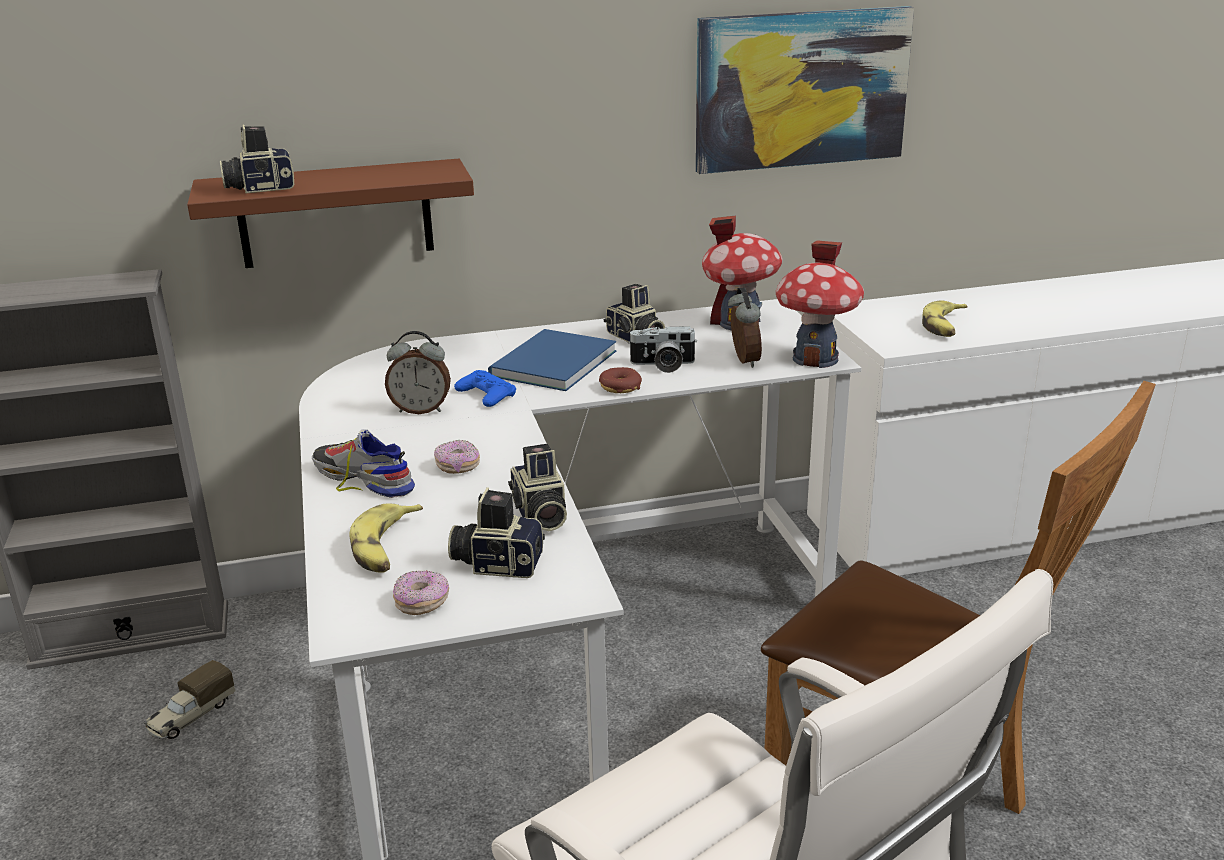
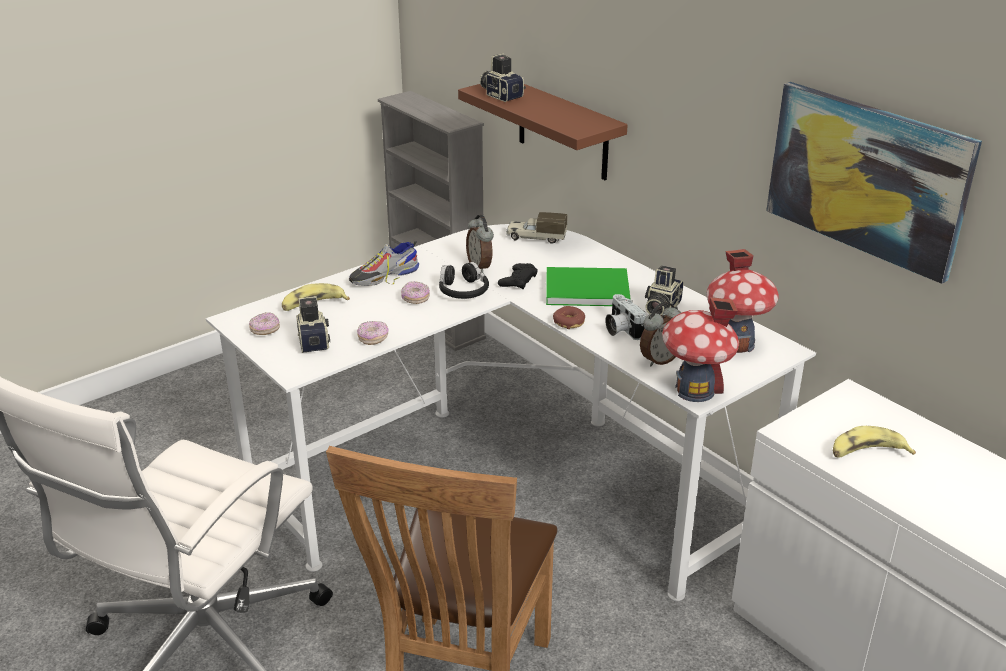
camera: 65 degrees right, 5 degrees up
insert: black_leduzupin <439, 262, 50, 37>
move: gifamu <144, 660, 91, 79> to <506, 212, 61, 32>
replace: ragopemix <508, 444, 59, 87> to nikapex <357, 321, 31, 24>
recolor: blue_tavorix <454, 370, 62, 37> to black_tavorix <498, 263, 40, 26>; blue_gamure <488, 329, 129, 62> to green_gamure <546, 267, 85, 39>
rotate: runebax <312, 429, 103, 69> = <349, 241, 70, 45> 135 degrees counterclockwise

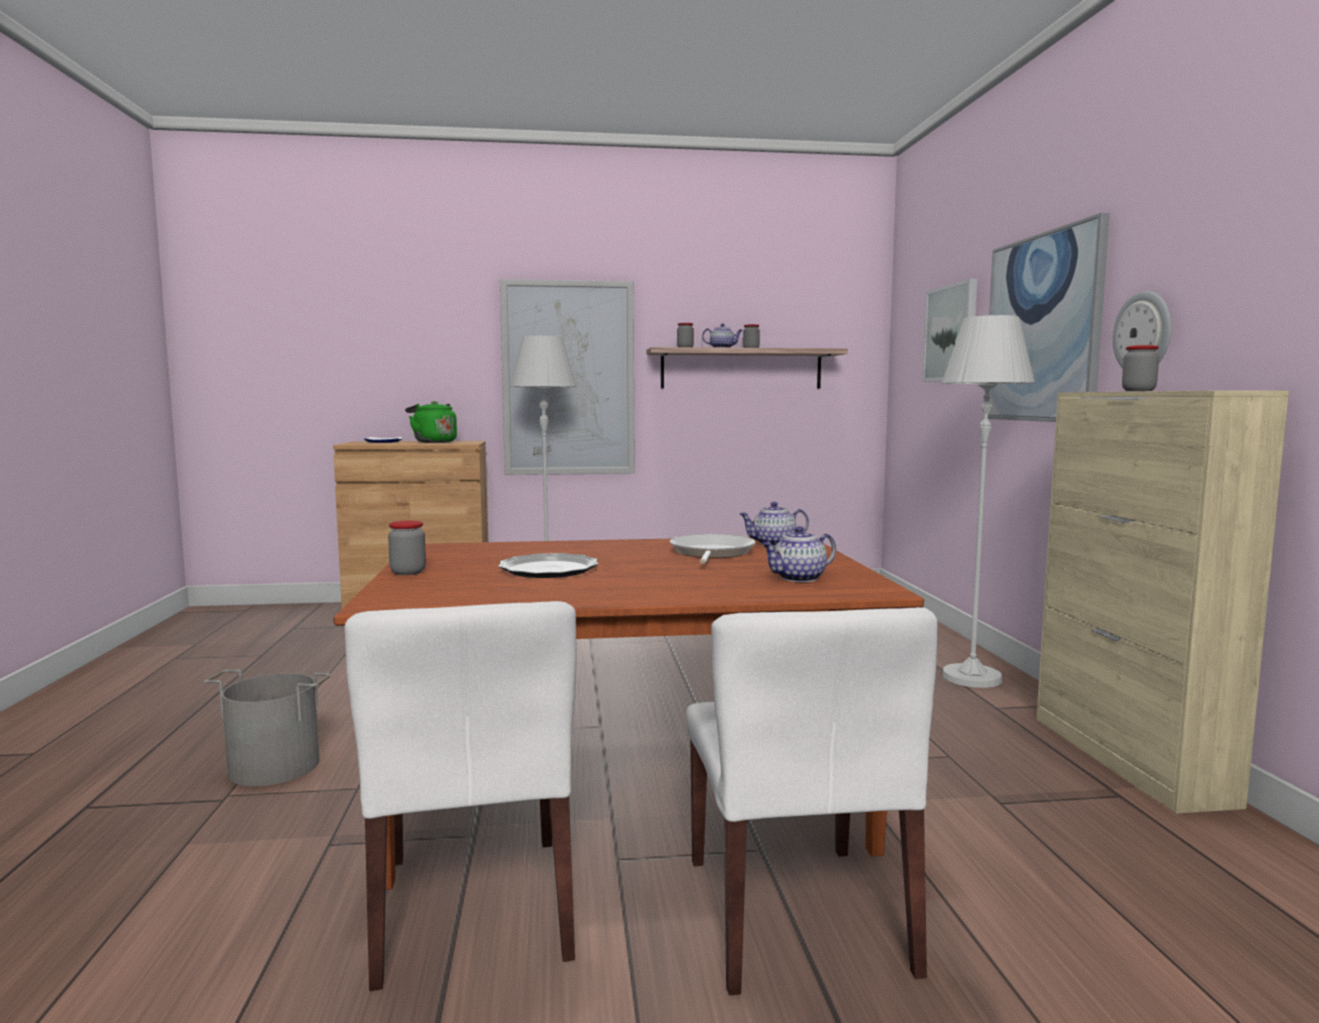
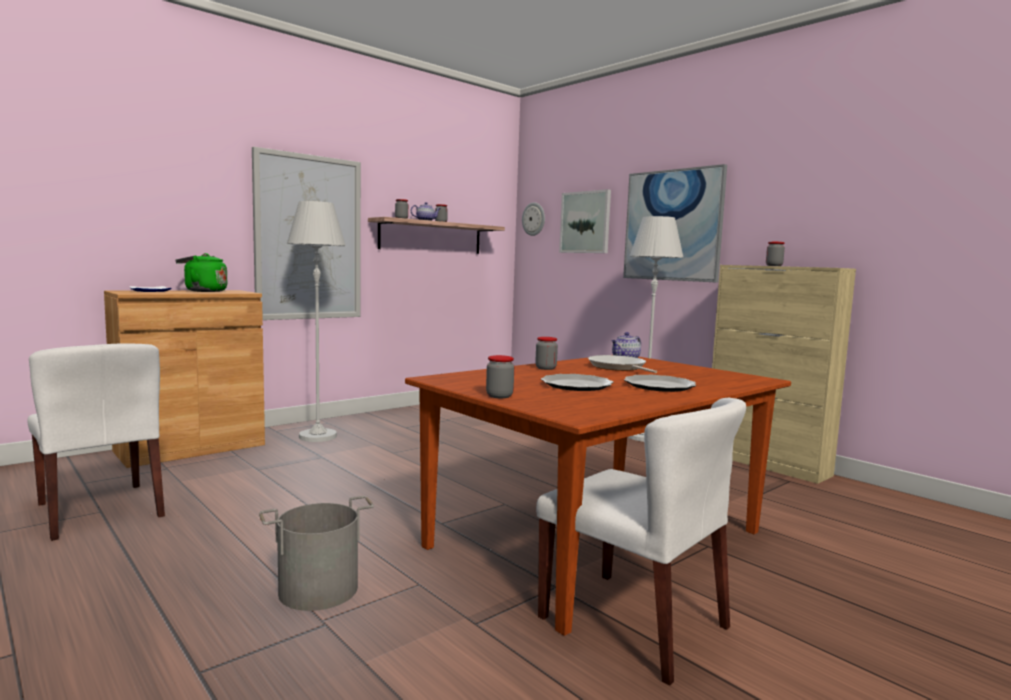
camera: 35 degrees left, 0 degrees up
delete: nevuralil <762, 526, 74, 56>
insert: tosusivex <535, 337, 23, 33>; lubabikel <624, 375, 72, 17>
move: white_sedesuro <686, 607, 251, 388> to <27, 343, 138, 198>; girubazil <1113, 291, 58, 77> to <522, 202, 23, 34>

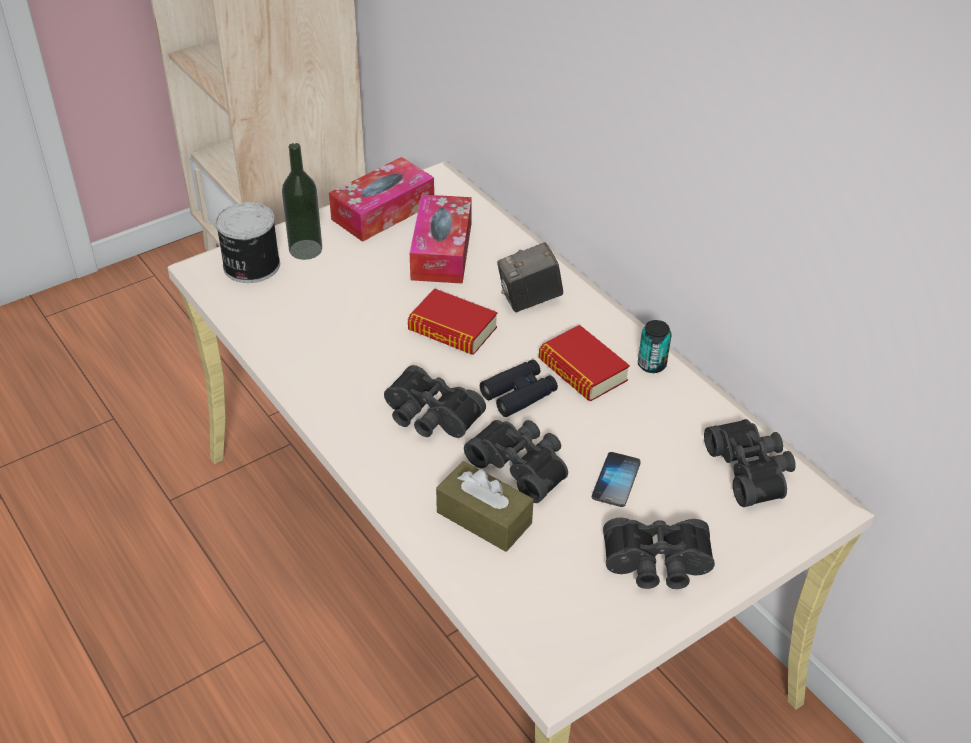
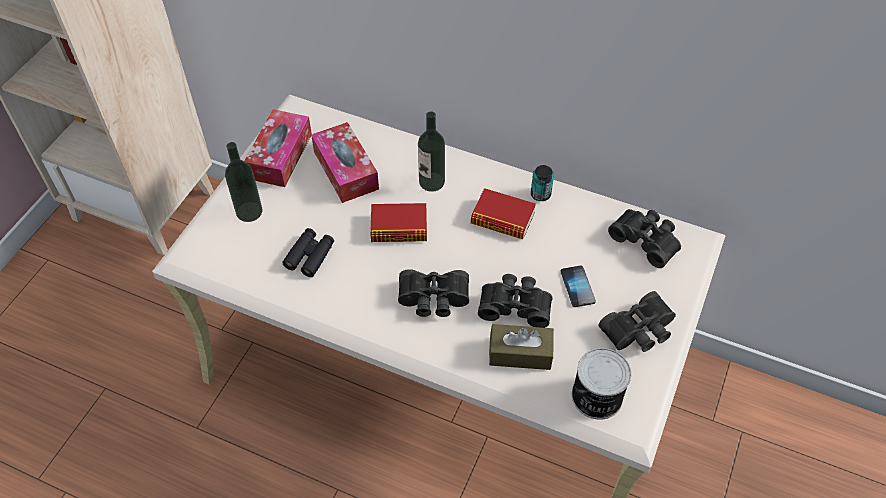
camera: 30 degrees left, 10 degrees up
move: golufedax <215, 202, 65, 81> to <572, 348, 59, 72>; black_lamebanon <480, 359, 78, 58> to <282, 228, 52, 49>
replace: ragopemix <497, 242, 66, 70> to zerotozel <418, 112, 27, 80>

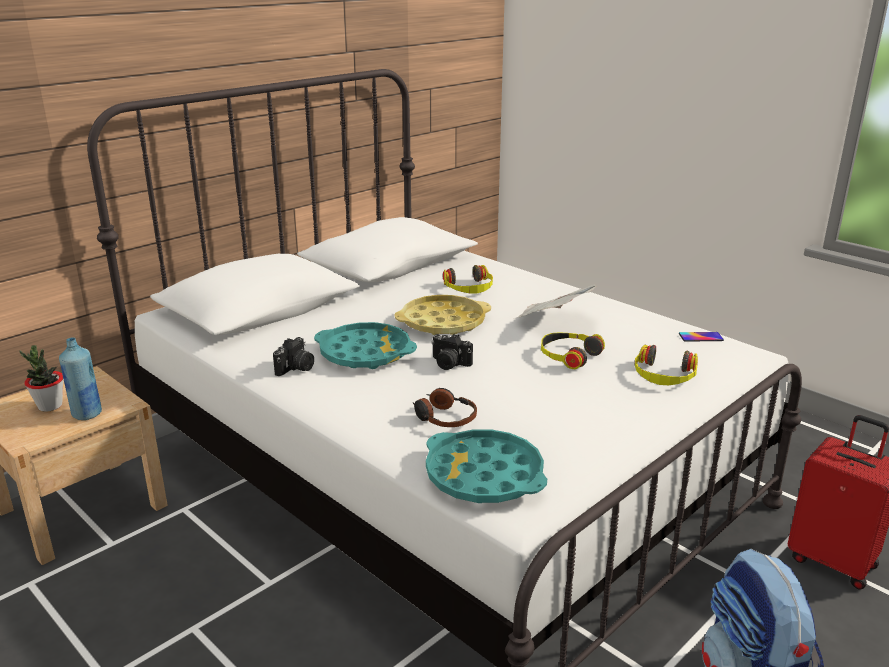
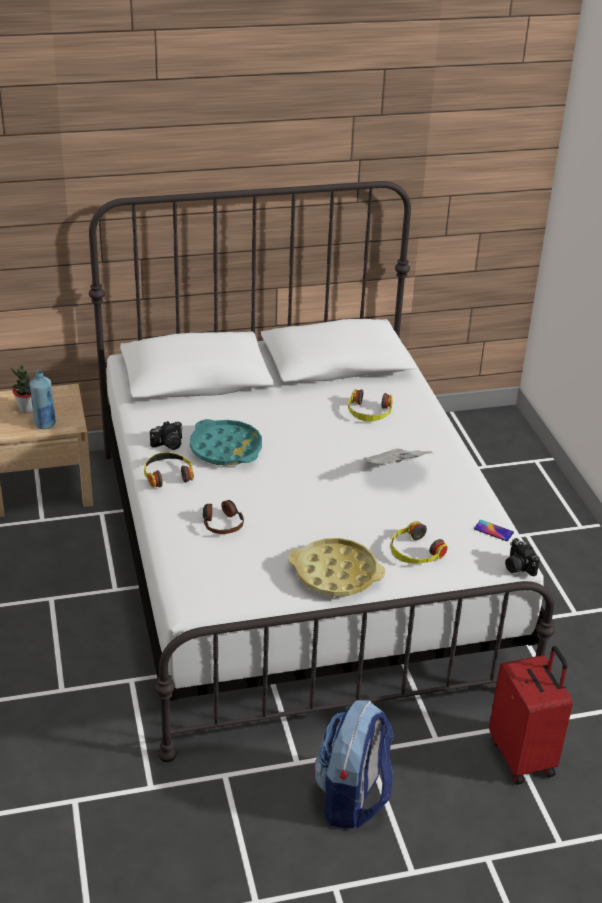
camera: 30 degrees right, 10 degrees up
delete: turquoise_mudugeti <426, 429, 121, 74>
move: yellow_mudugeti <394, 295, 97, 40> to <288, 538, 97, 58>; ragopemix <432, 334, 41, 36> to <505, 538, 35, 38>; leduzupin <541, 332, 64, 37> to <144, 452, 50, 36>

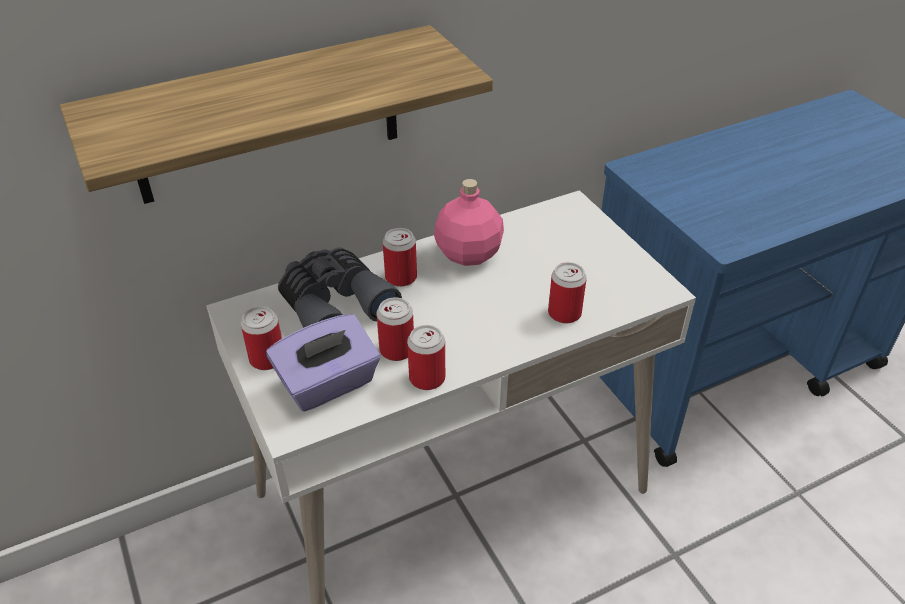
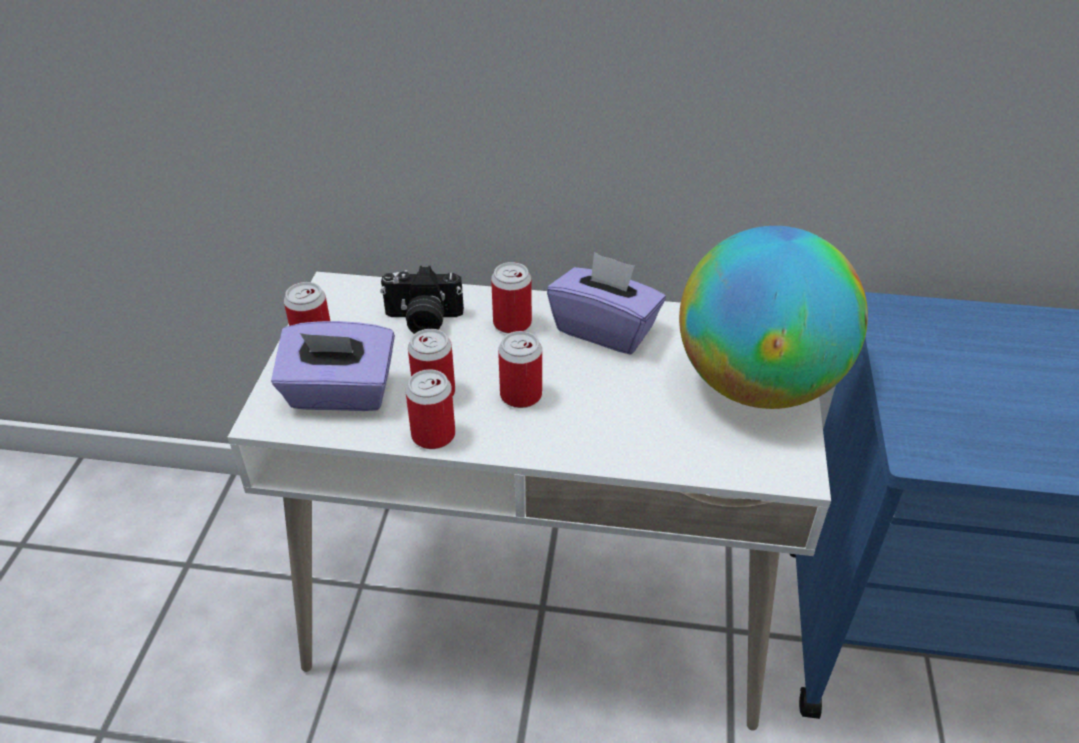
camera: 35 degrees right, 0 degrees up
delete: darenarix <60, 25, 433, 179>
insert: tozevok <679, 226, 189, 183>
move: golufedax <548, 262, 39, 62> to <498, 331, 44, 77>
replace: grey_lamebanon <278, 247, 124, 81> to ragopemix <380, 266, 84, 68>; pink_zerotozel <434, 179, 70, 87> to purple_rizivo <547, 252, 119, 102>

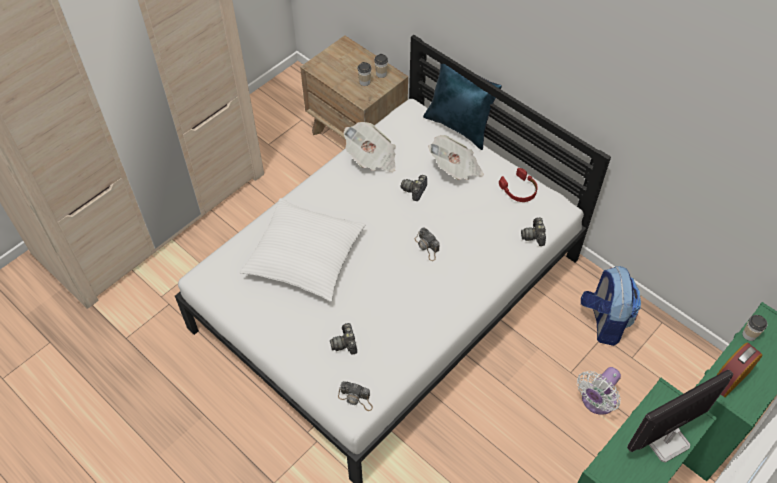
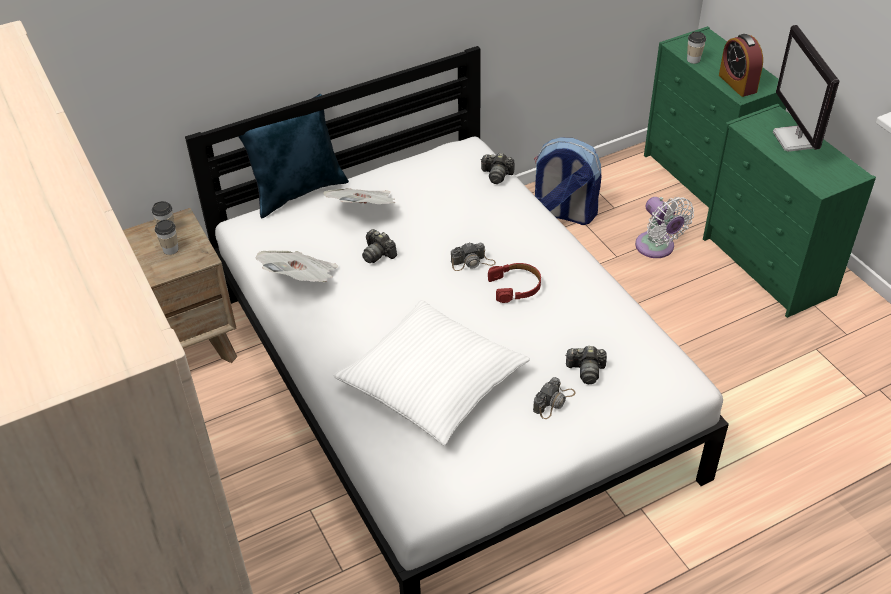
camera: 70 degrees left, 10 degrees down
move: ragopemix <338, 381, 35, 30> to <533, 377, 43, 42>; red_leduzupin <499, 168, 39, 34> to <488, 263, 53, 40>

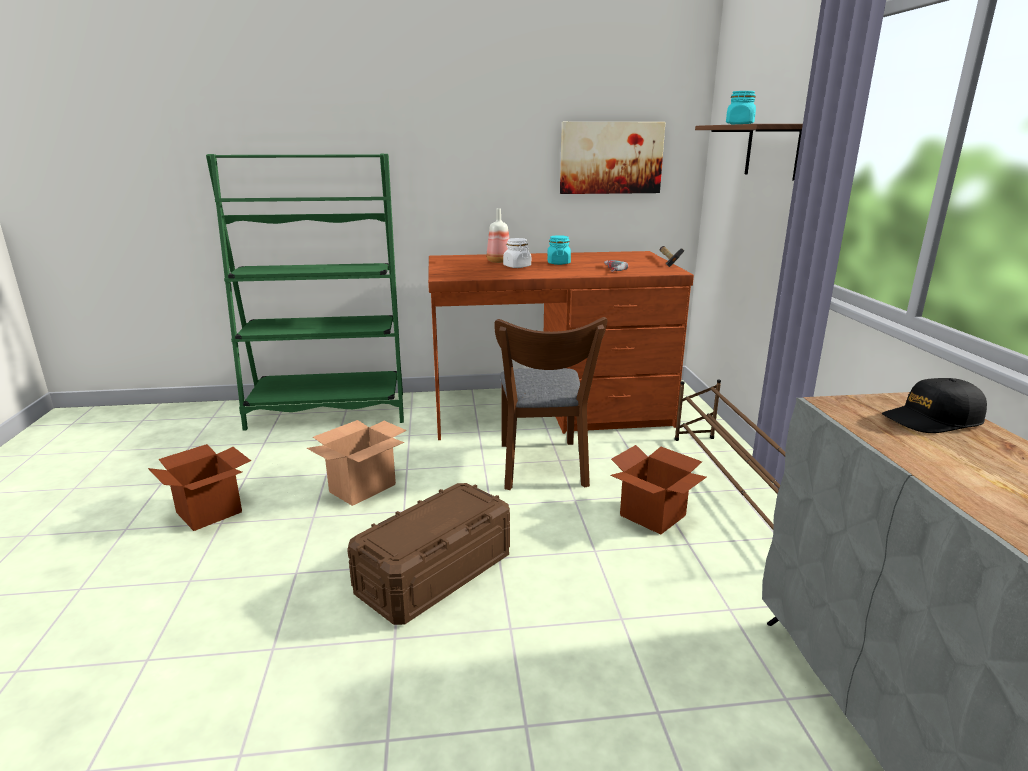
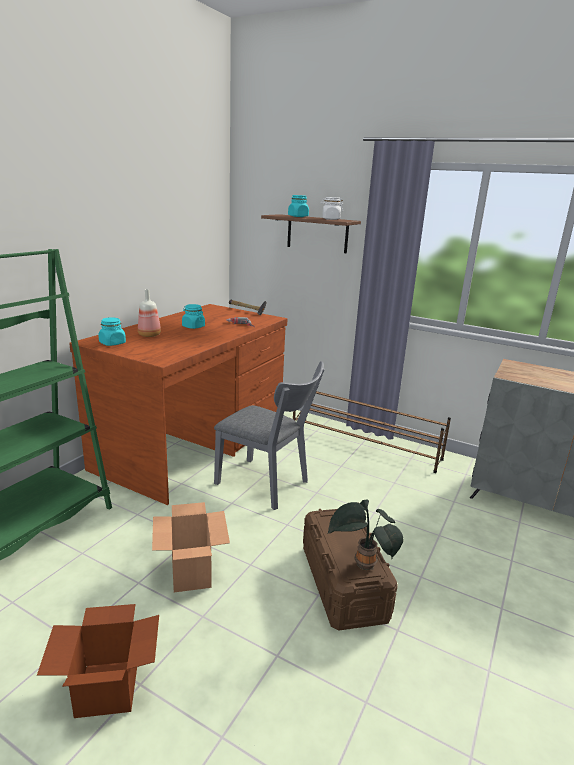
camera: 55 degrees left, 0 degrees up
delete: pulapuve <560, 122, 105, 72>; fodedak <610, 445, 97, 89>; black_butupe <882, 378, 105, 55>
insert: turquoise_tosusivex <98, 317, 28, 29>; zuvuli <328, 500, 76, 70>
move: white_tosusivex <503, 238, 28, 30> to <321, 197, 22, 23>
recolor: brown_sedesuro <494, 317, 113, 173> to grey_sedesuro <214, 361, 110, 149>

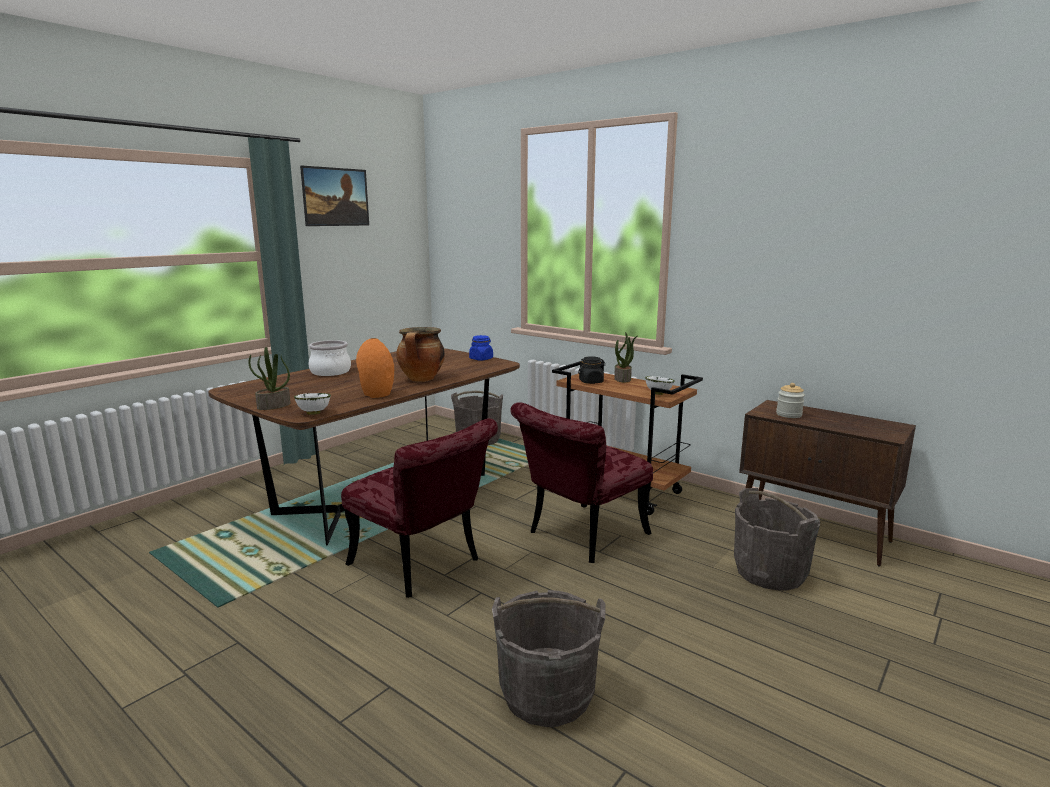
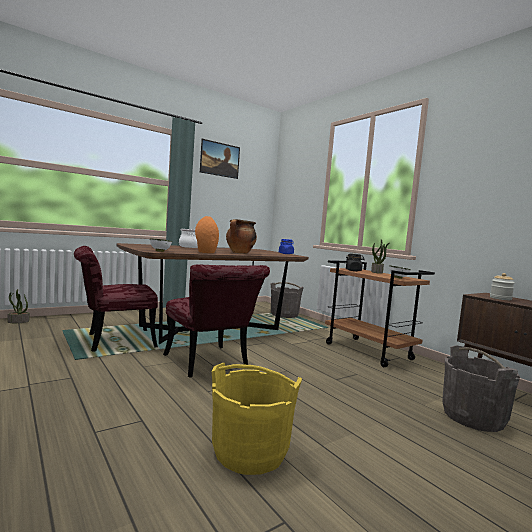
camera: 15 degrees right, 10 degrees down
move: zuvuli <248, 347, 43, 63> to <8, 289, 21, 34>; red_sedesuro <510, 402, 143, 161> to <74, 246, 84, 106>
recolor: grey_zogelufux <492, 590, 114, 137> to yellow_zogelufux <212, 363, 90, 112>

